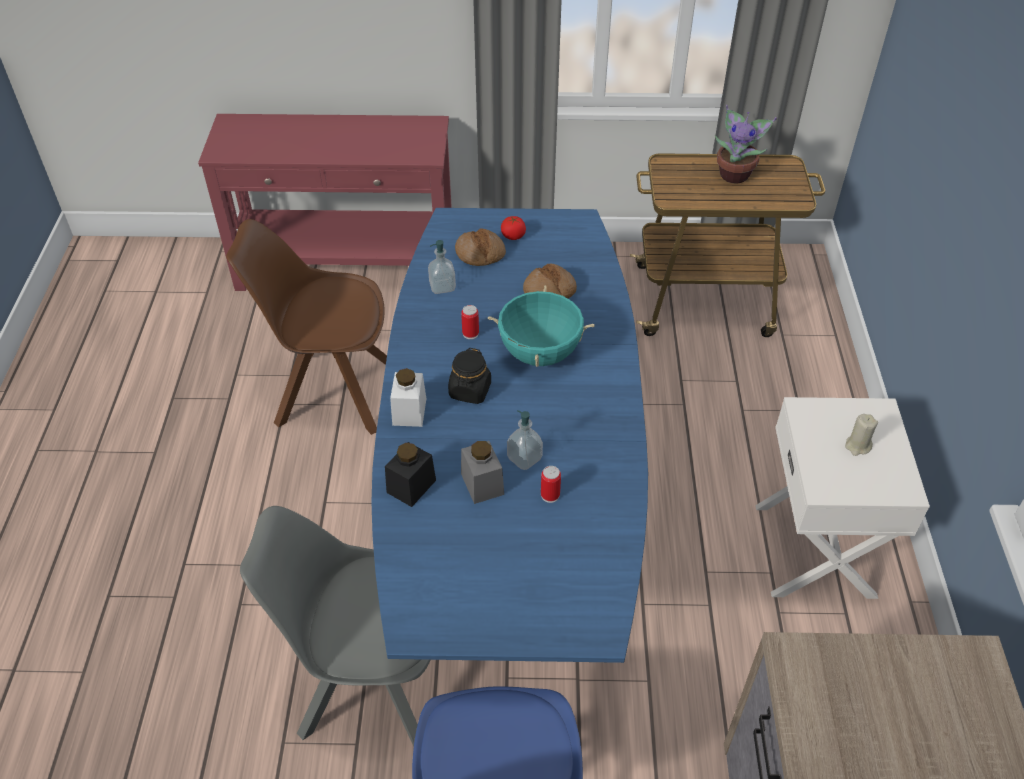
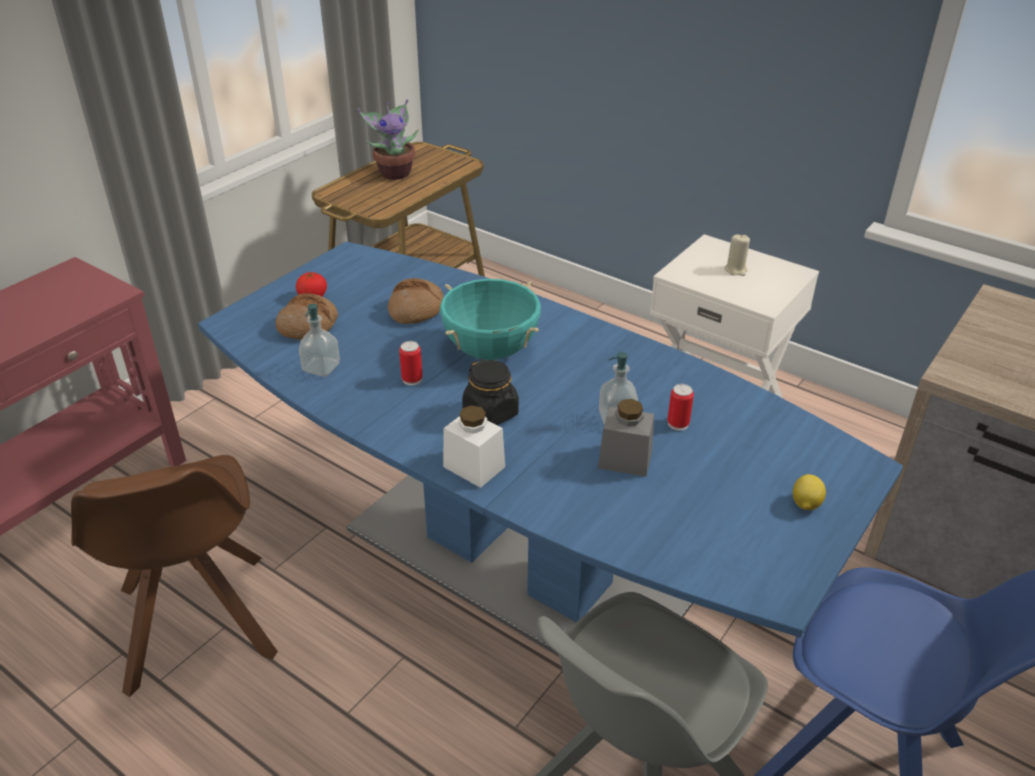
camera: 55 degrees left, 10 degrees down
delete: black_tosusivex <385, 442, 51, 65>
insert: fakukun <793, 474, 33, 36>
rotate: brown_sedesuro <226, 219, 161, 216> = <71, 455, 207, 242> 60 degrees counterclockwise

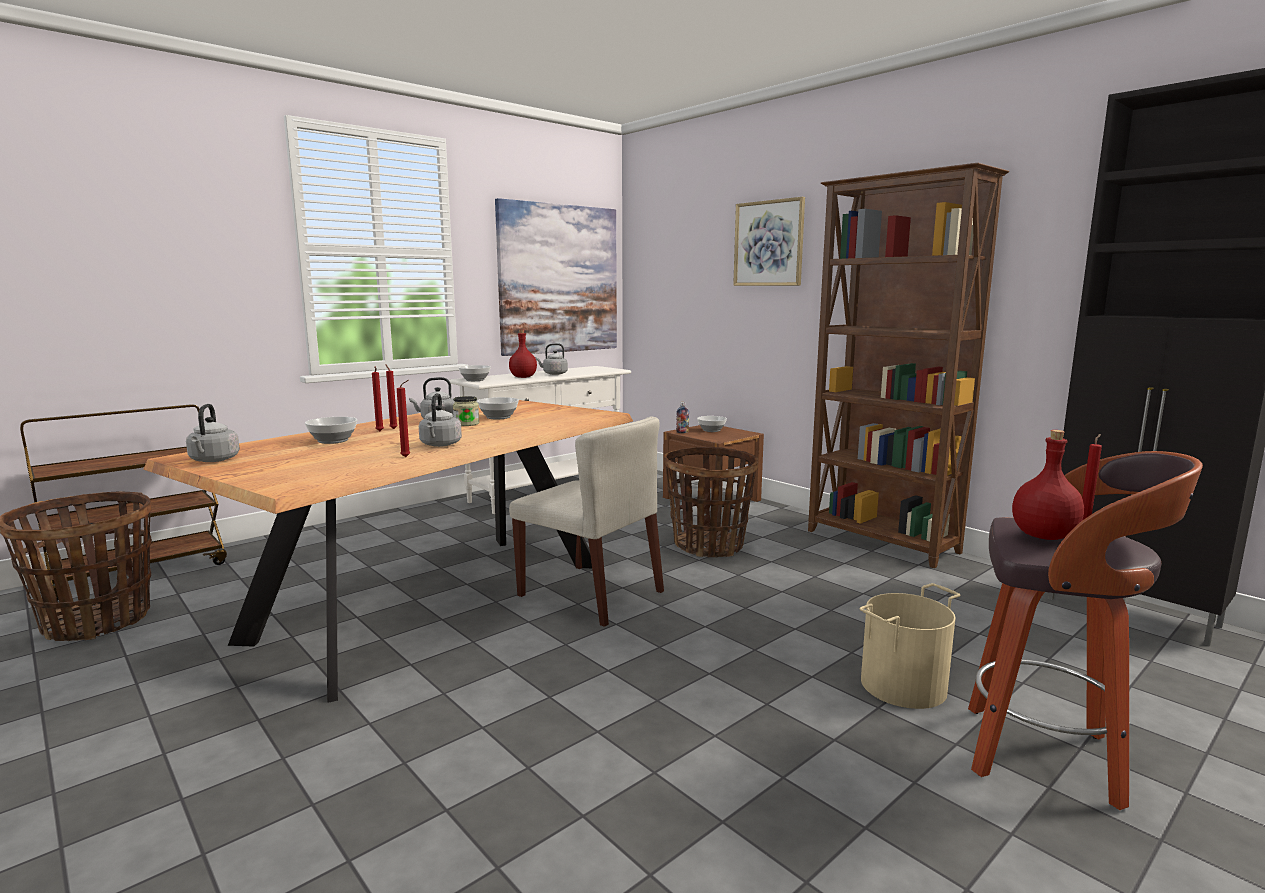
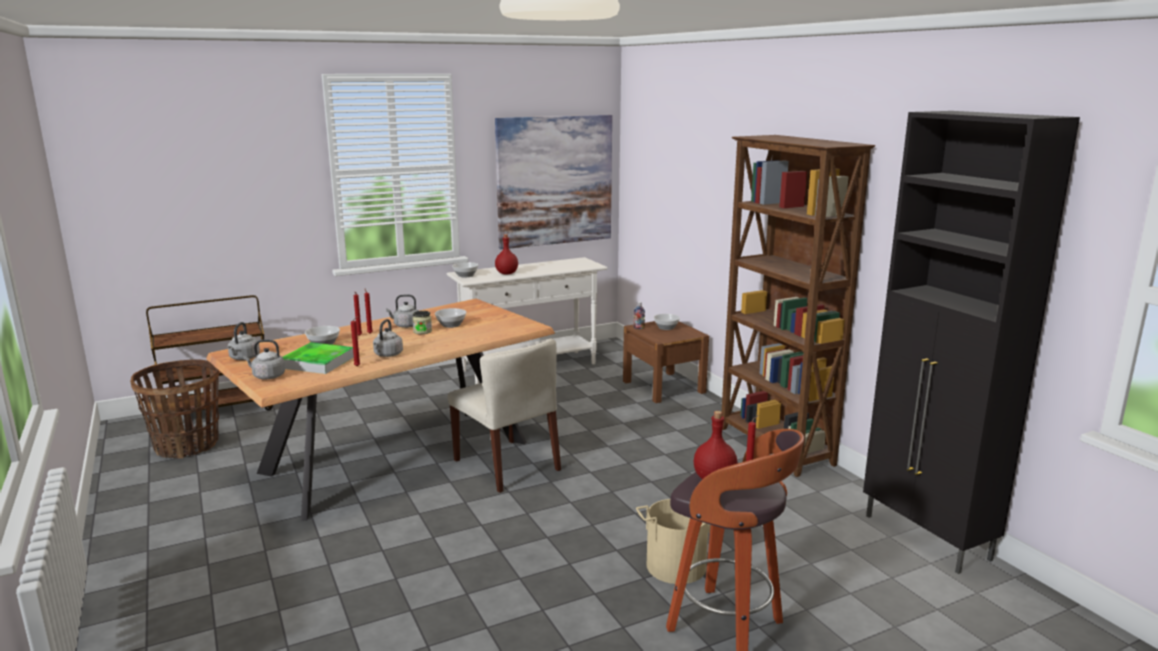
camera: 15 degrees right, 5 degrees up
delete: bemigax <664, 447, 94, 110>; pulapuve <733, 197, 72, 89>
insert: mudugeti <283, 342, 71, 32>
move: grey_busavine <536, 343, 32, 32> to <243, 340, 42, 40>

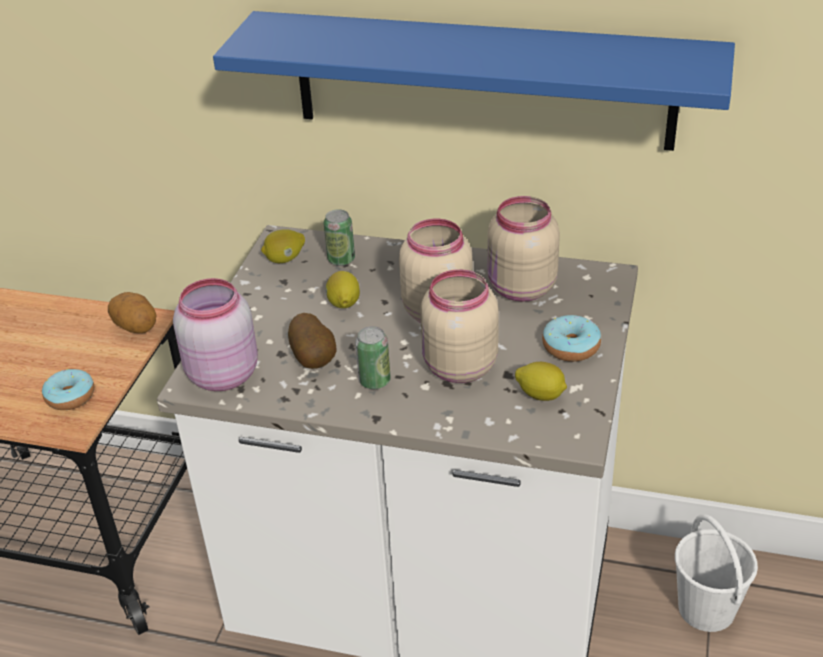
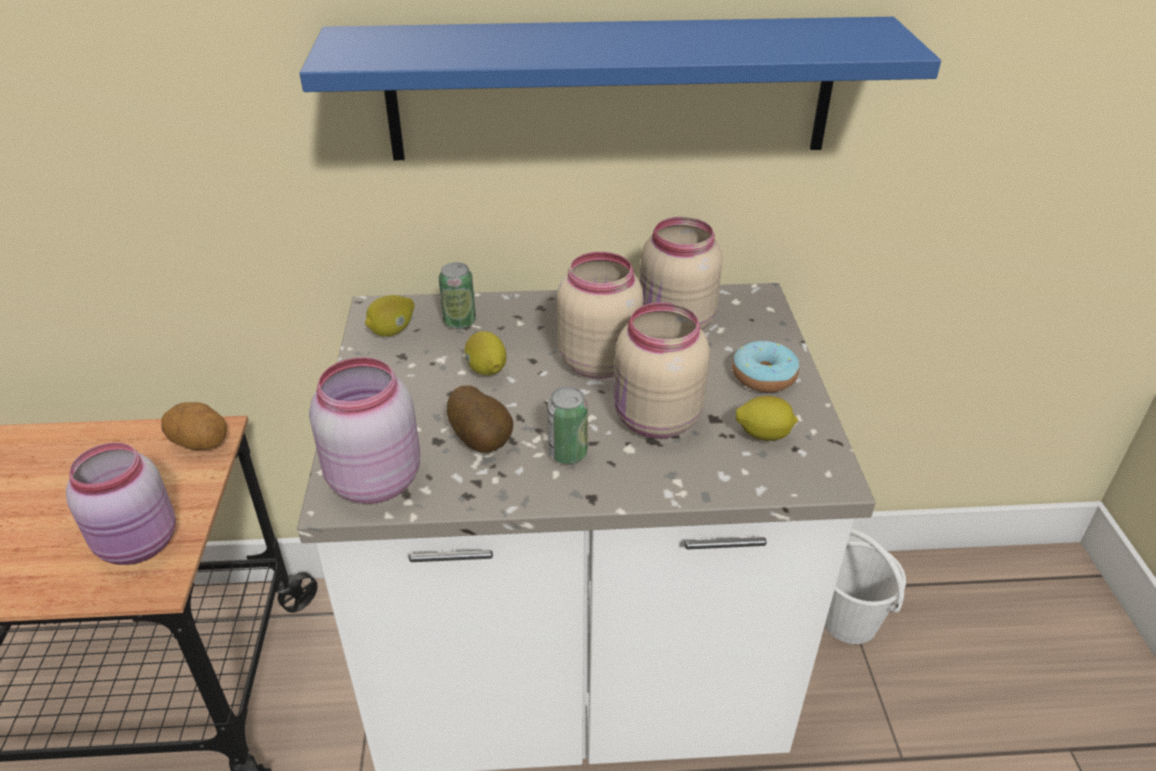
camera: 20 degrees left, 0 degrees up
replace: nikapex <42, 369, 52, 41> to pink_tosusivex <66, 442, 110, 123>

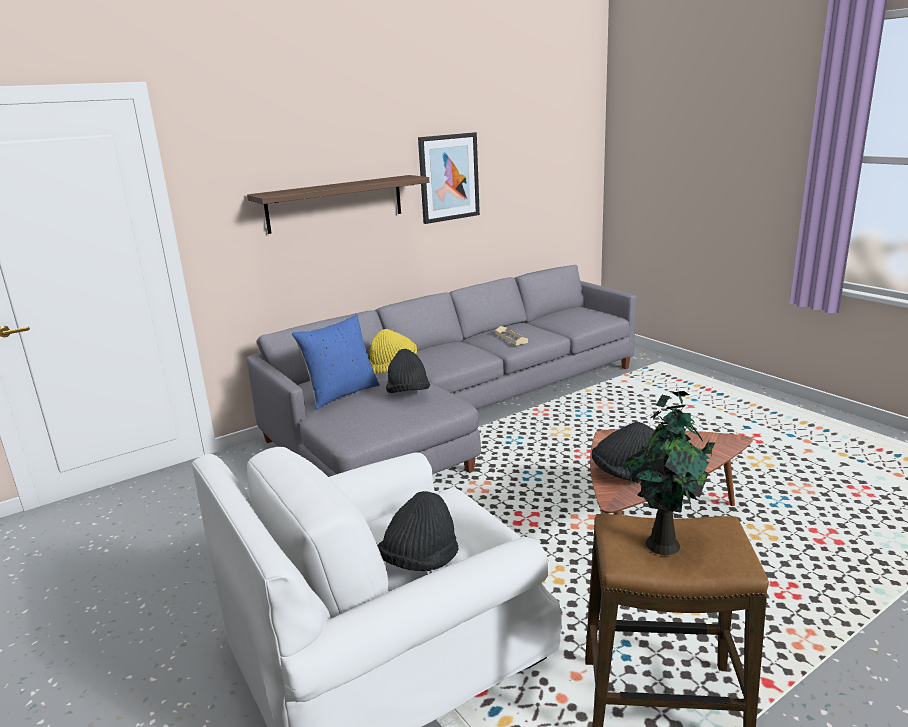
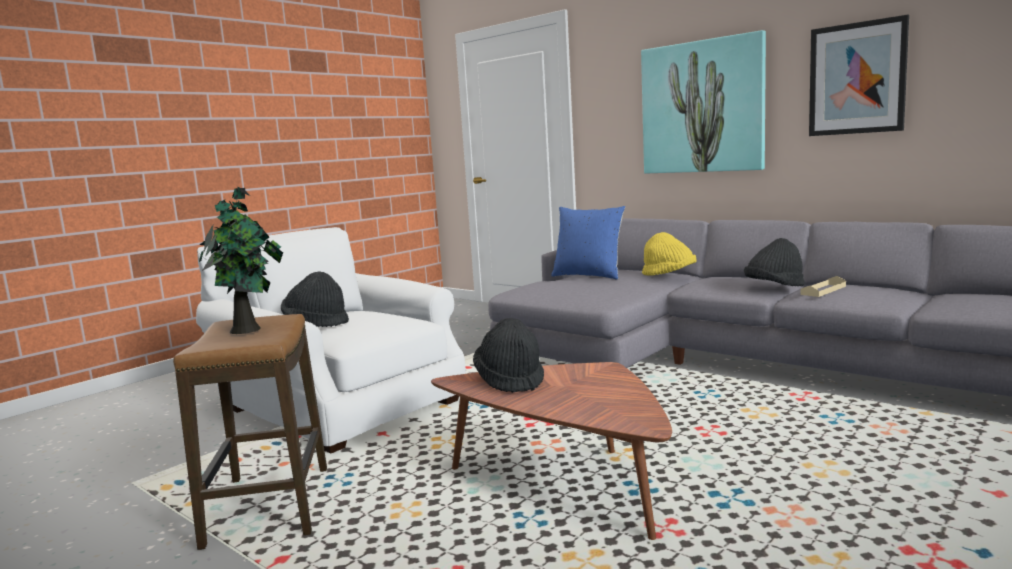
camera: 75 degrees right, 10 degrees down
move: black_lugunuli <386, 349, 44, 44> to <744, 238, 61, 48>
replace: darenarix <247, 175, 182, 59> to pulapuve <641, 30, 125, 143>

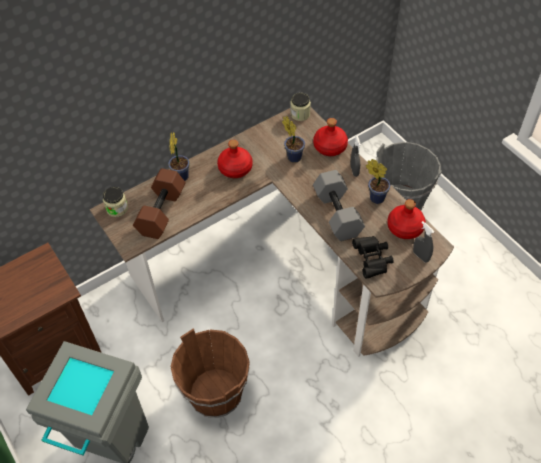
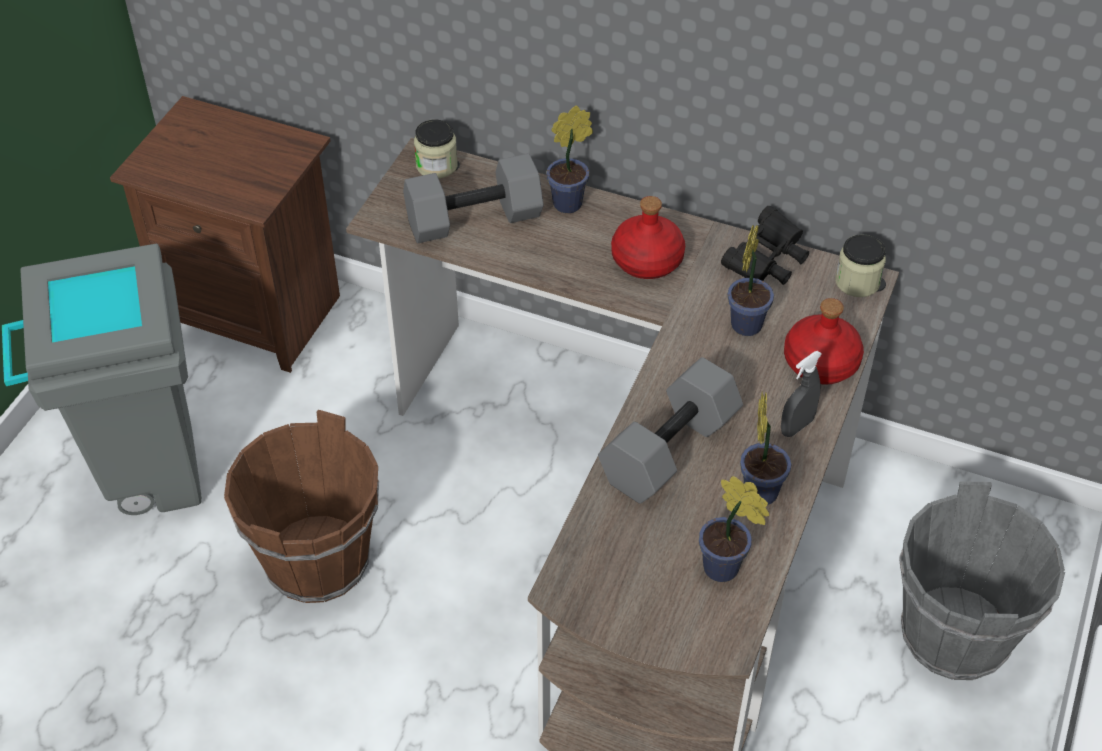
camera: 55 degrees right, 5 degrees down
delete: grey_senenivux <413, 221, 21, 41>
move: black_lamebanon <352, 236, 42, 42> to <721, 206, 88, 79>
replace: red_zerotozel <387, 199, 39, 40> to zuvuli <699, 476, 70, 106>
recolor: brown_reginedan <133, 168, 53, 71> to grey_reginedan <403, 153, 141, 90>

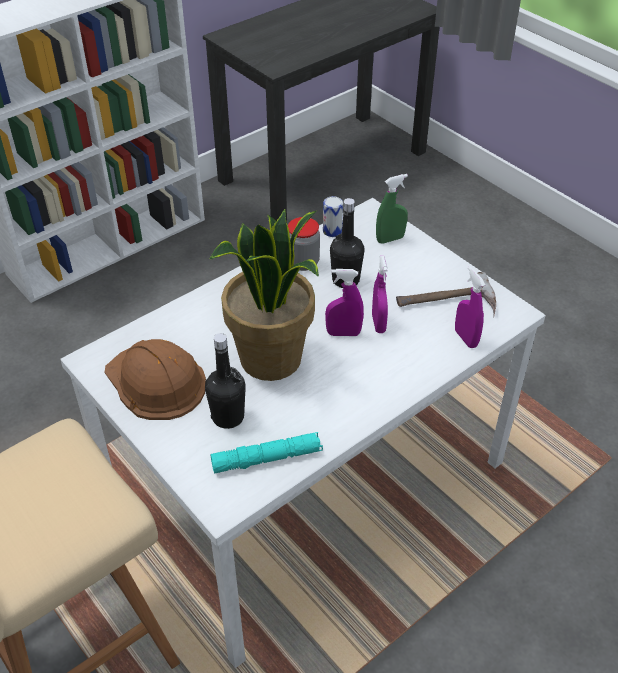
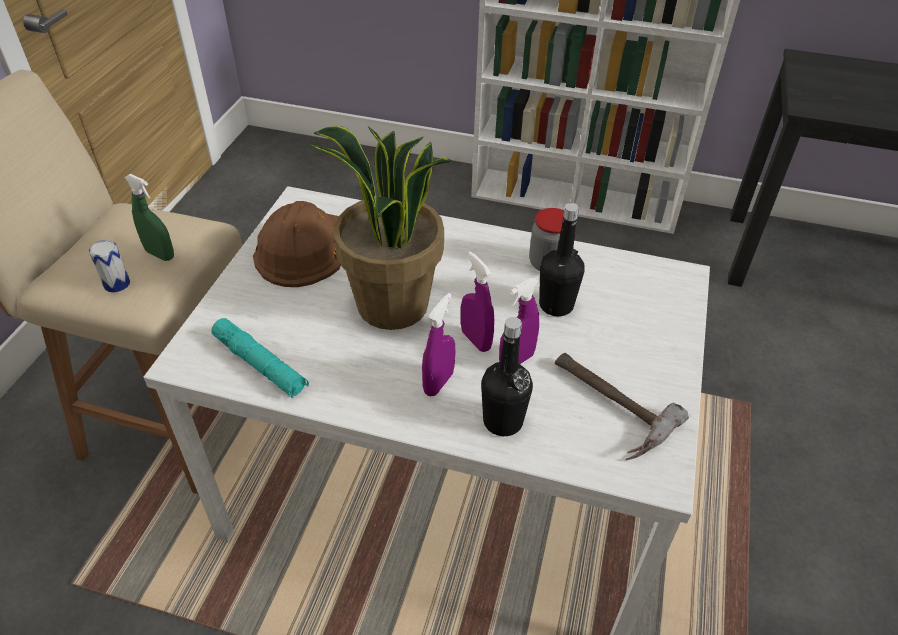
camera: 55 degrees right, 0 degrees up
move: black_zerotozel <205, 333, 41, 96> to <481, 317, 52, 119>; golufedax <323, 196, 20, 41> to <89, 240, 41, 52>; green_senenivux <376, 174, 32, 70> to <124, 174, 50, 87>; purple_senenivux <455, 266, 30, 82> to <422, 293, 33, 103>

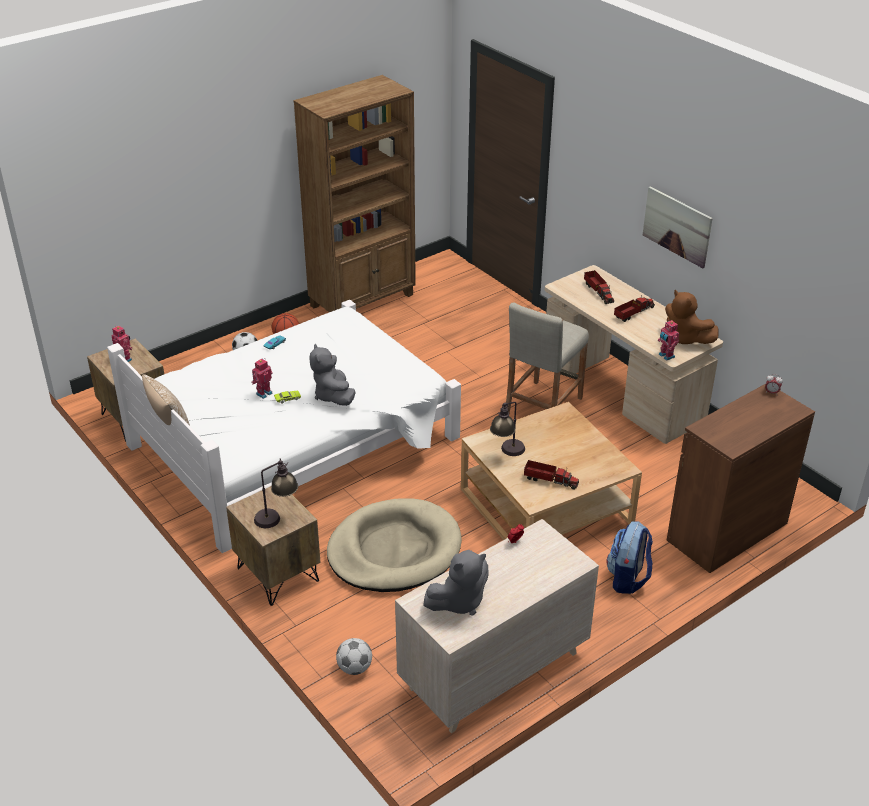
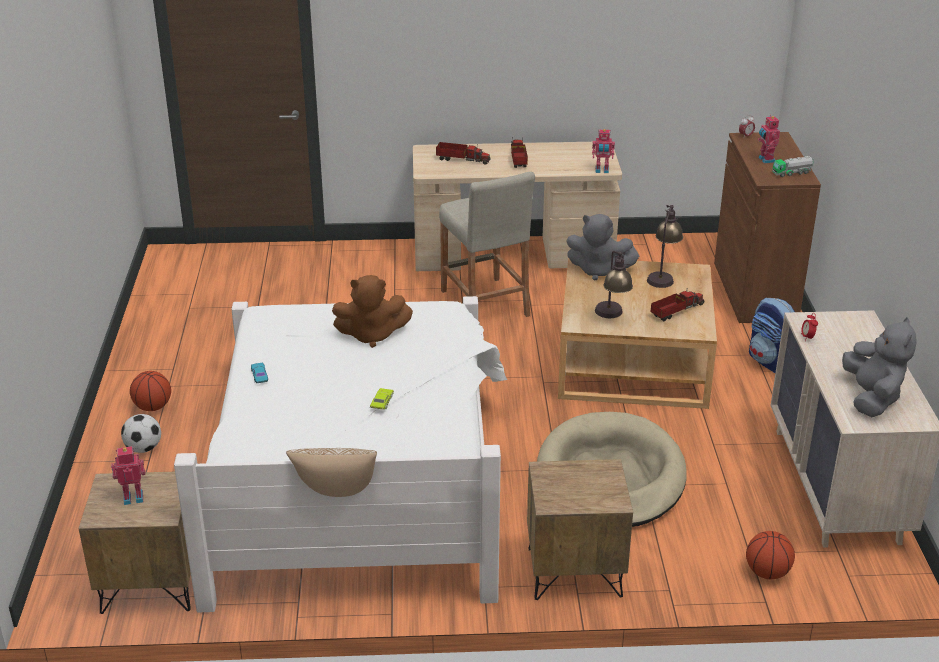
camera: 55 degrees left, 5 degrees down
delete: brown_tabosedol <293, 75, 123, 237>; pulapuve <643, 186, 70, 82>
insert: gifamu <772, 156, 42, 21>
move: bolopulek <251, 359, 22, 40> to <758, 115, 22, 48>; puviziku <254, 459, 44, 69> to <647, 205, 36, 83>; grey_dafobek <310, 344, 46, 62> to <566, 214, 73, 67>; brown_dafobek <665, 290, 53, 55> to <332, 275, 81, 73>
replace: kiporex <336, 638, 36, 37> to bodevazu <746, 531, 49, 48>

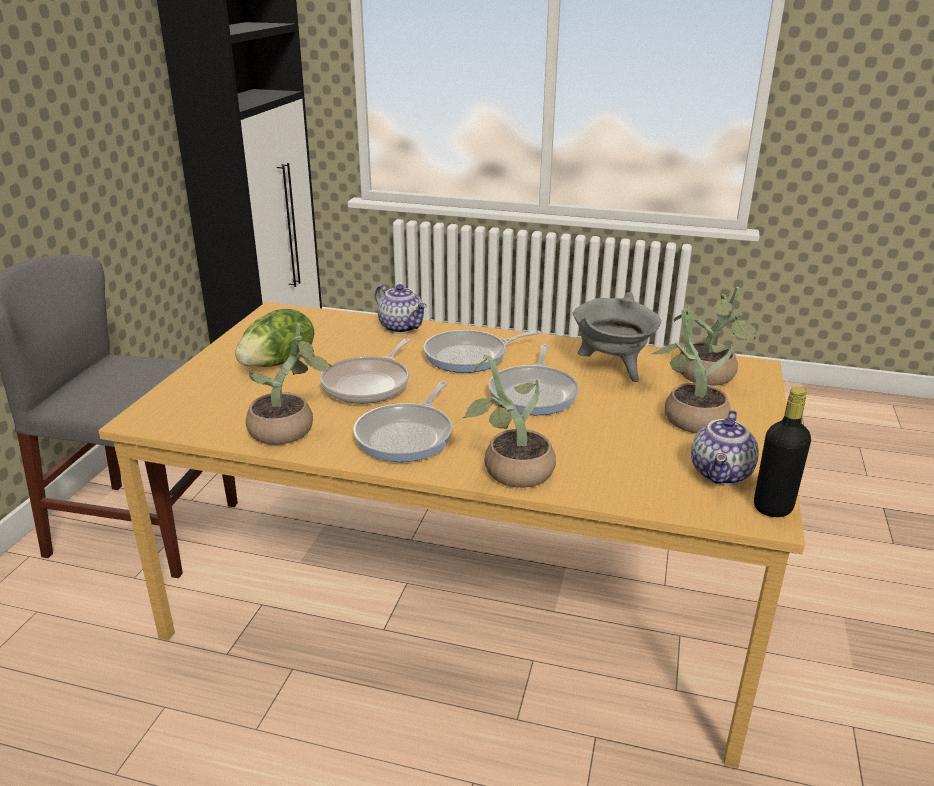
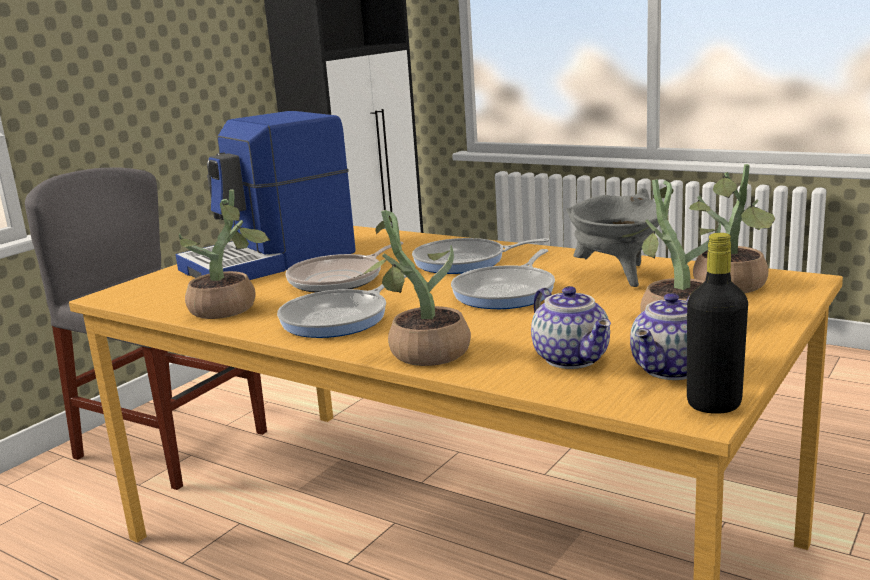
camera: 20 degrees right, 10 degrees down
move: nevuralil <375, 284, 52, 50> to <531, 286, 80, 83>
replace: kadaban <235, 309, 79, 58> to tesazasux <176, 111, 180, 169>

